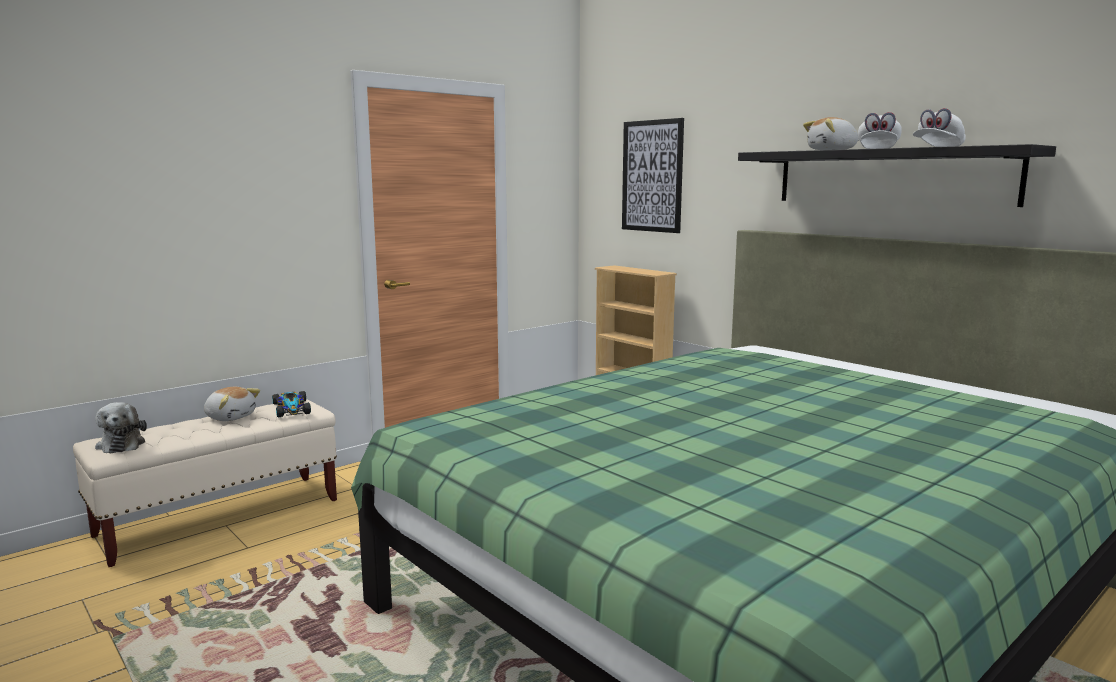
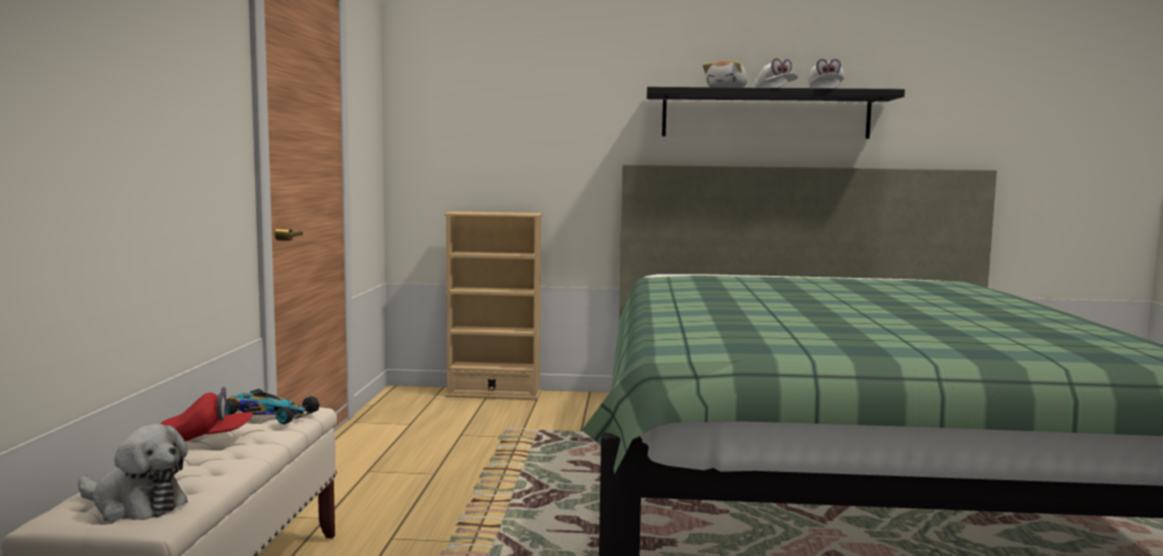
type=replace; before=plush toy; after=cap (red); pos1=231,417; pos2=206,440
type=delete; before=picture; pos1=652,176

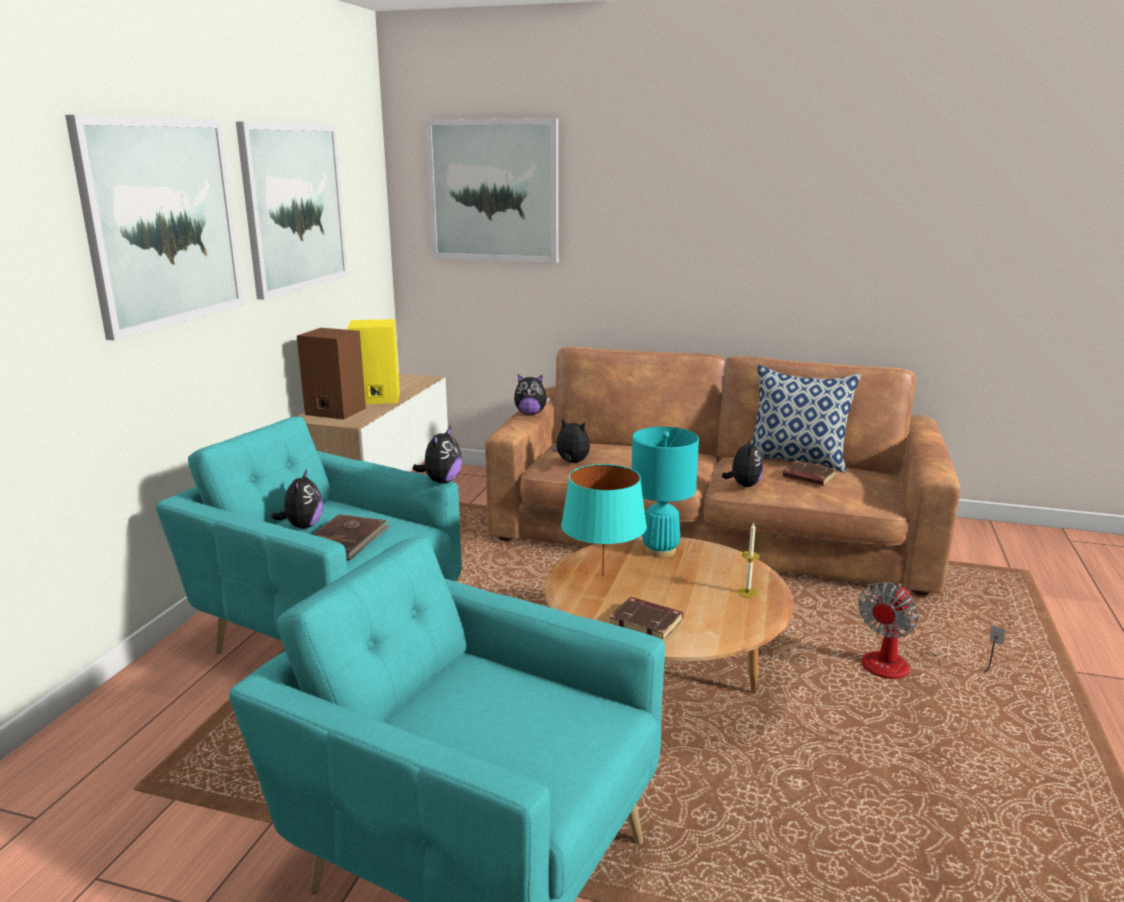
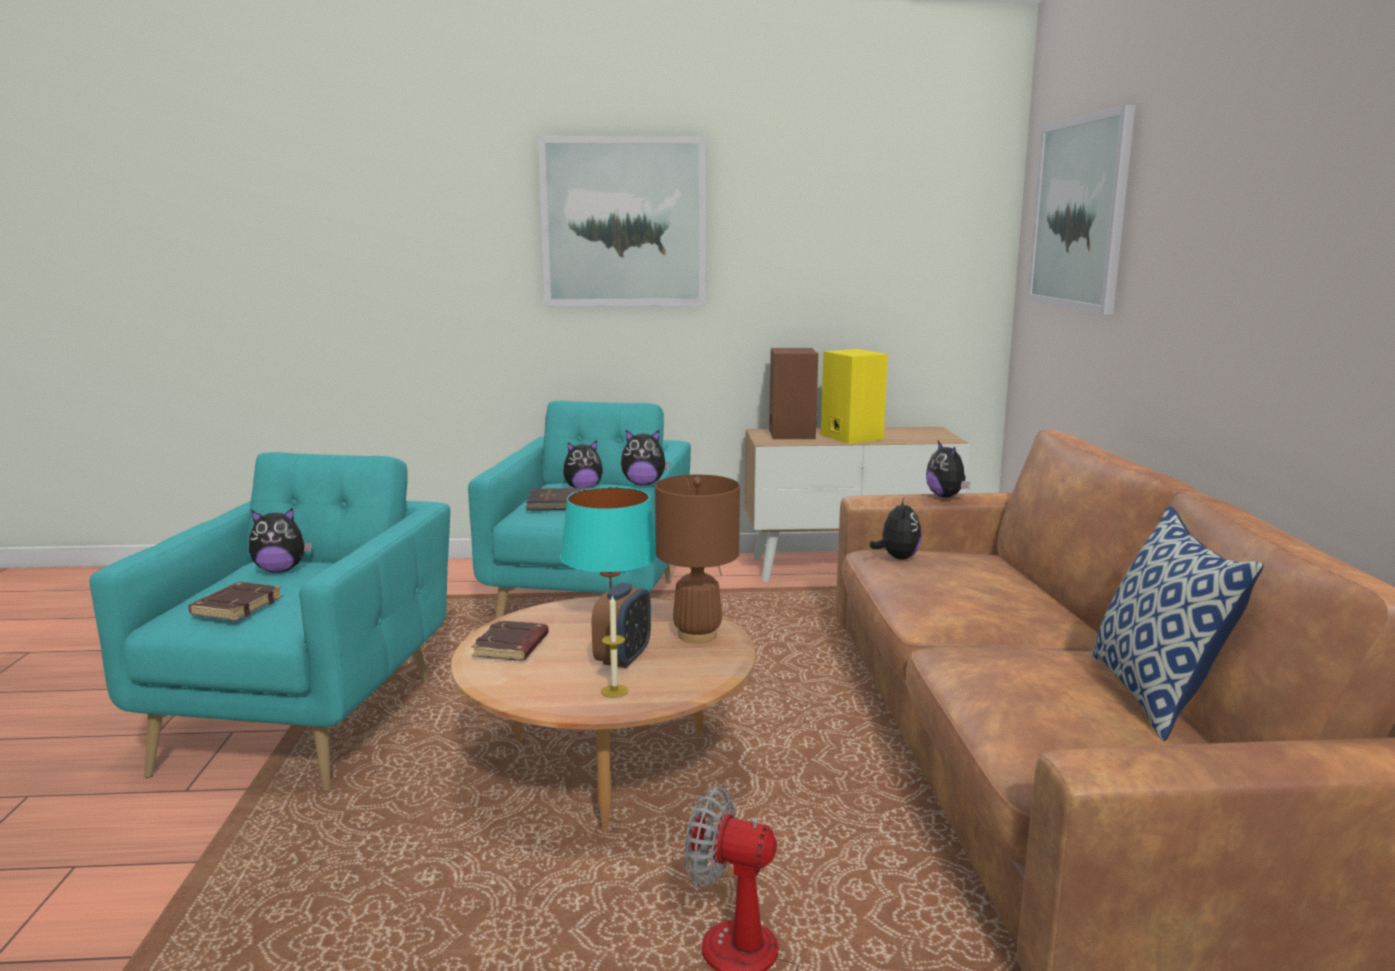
type=move; before=book (brown); pos1=808,477; pos2=236,607
type=move; before=plush toy; pos1=743,485; pos2=280,570
type=insert; after=alarm clock; pos2=623,658
type=recolor; before=table lamp (turquoise); after=table lamp (brown); pos1=661,550; pos2=697,635
type=delete; before=picture; pos1=294,207

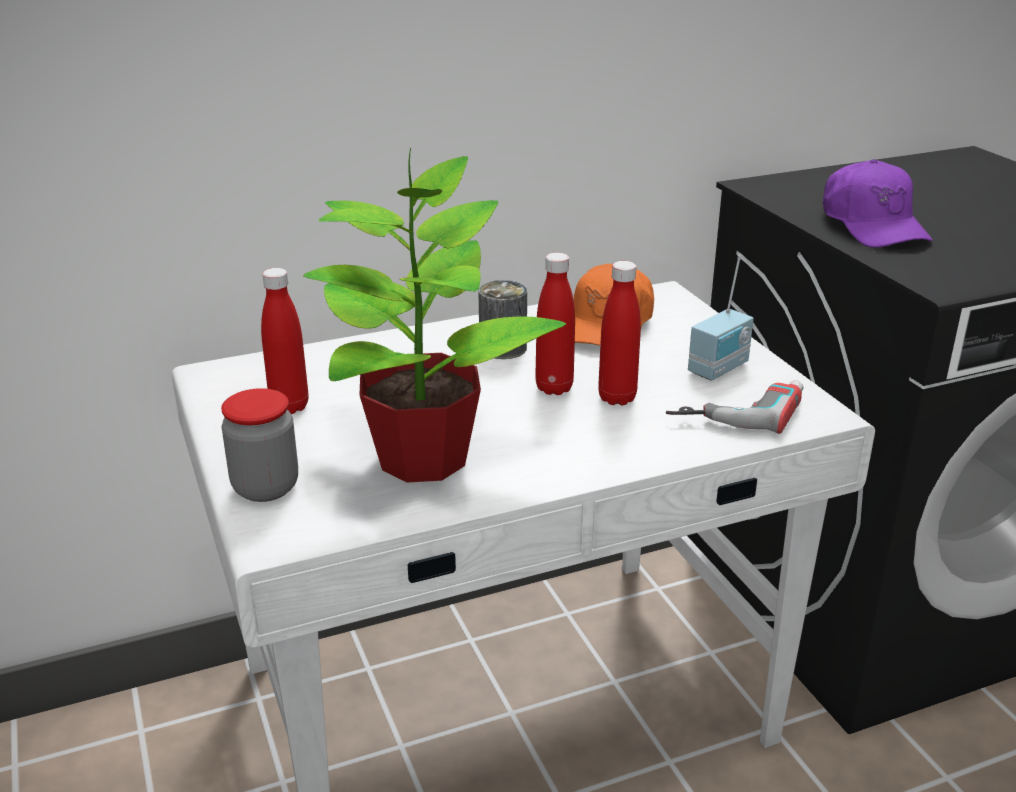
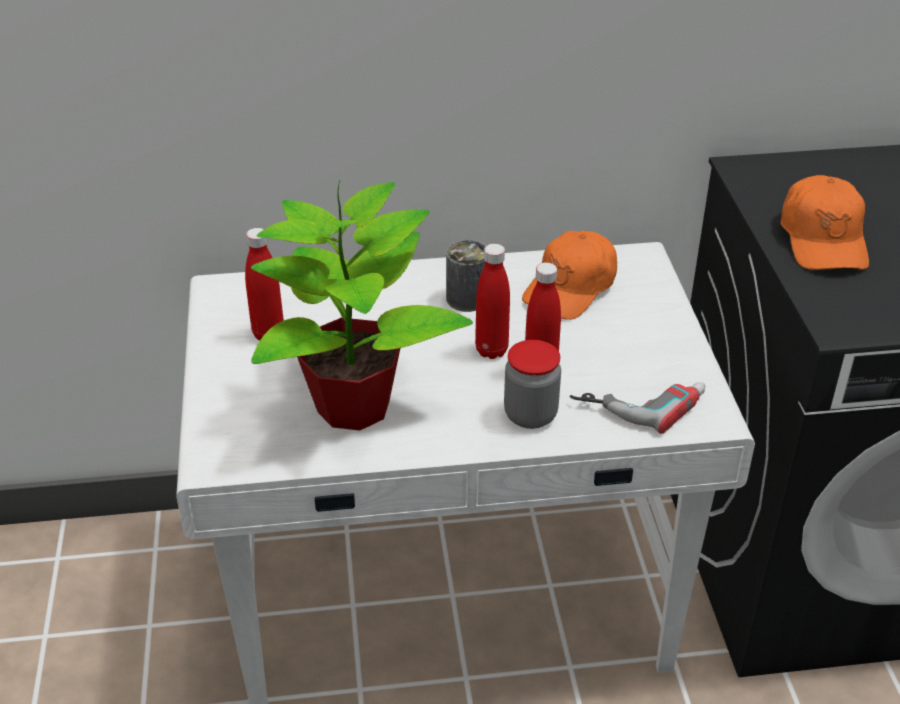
type=move; before=jar; pos1=265,487; pos2=530,415
type=recolor; before=cap (purple); after=cap (orange); pos1=872,226; pos2=823,239
type=delete; before=radio; pos1=720,369

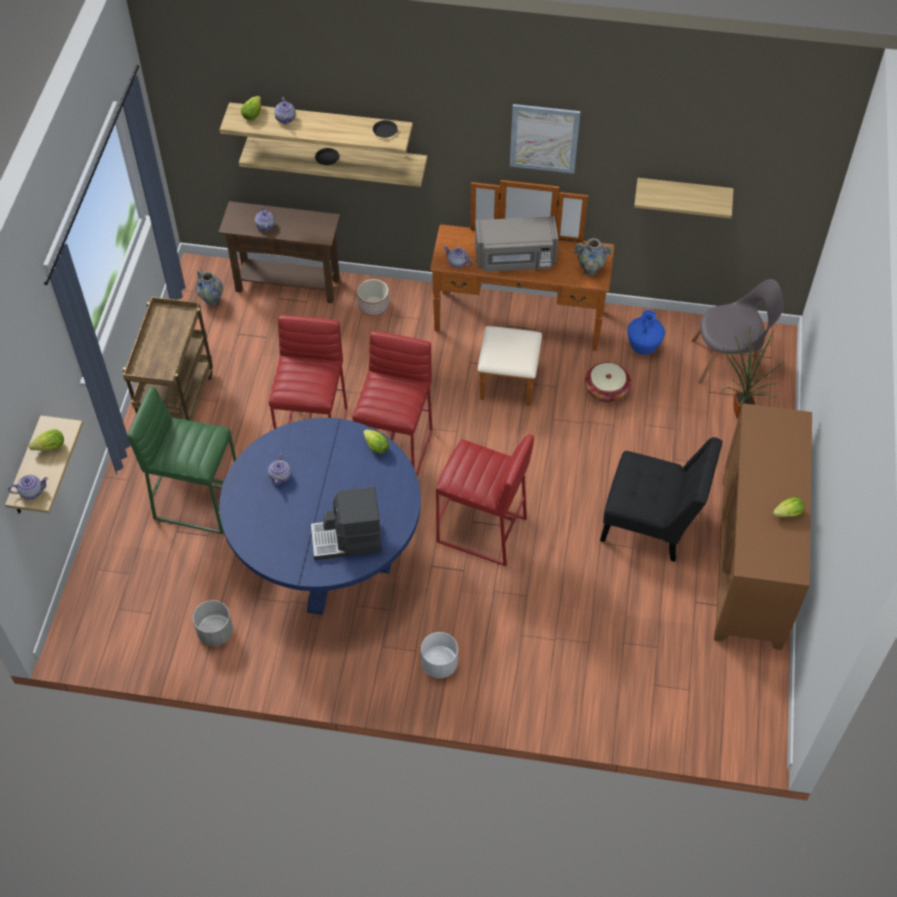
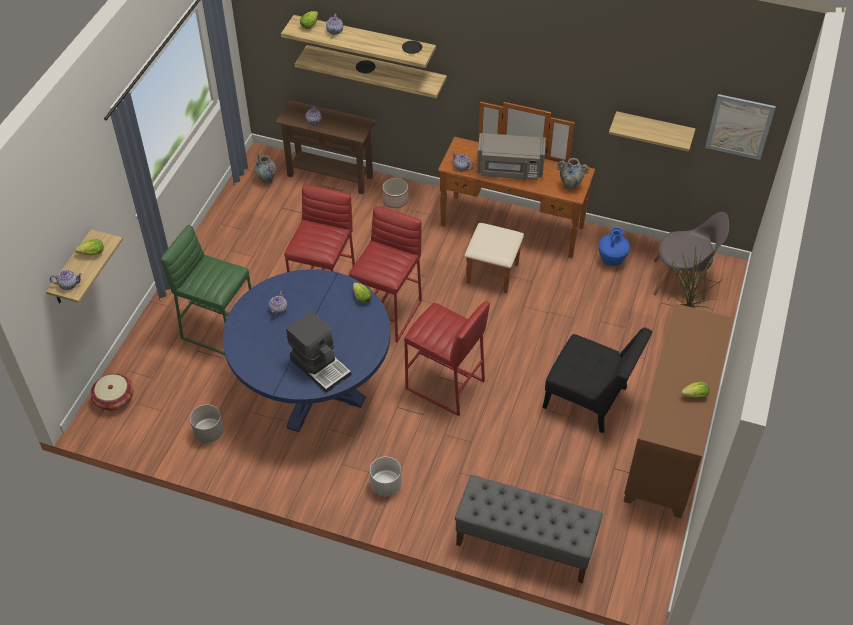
type=move; before=basket; pos1=606,390; pos2=114,399
type=rotate; before=coffee machine; pos1=347,540; pos2=320,366; turn=-135
type=insert; after=bench (grey); pos2=524,543
type=move; before=picture; pos1=544,138; pos2=739,126
type=delete; before=cart (brown); pos1=177,402

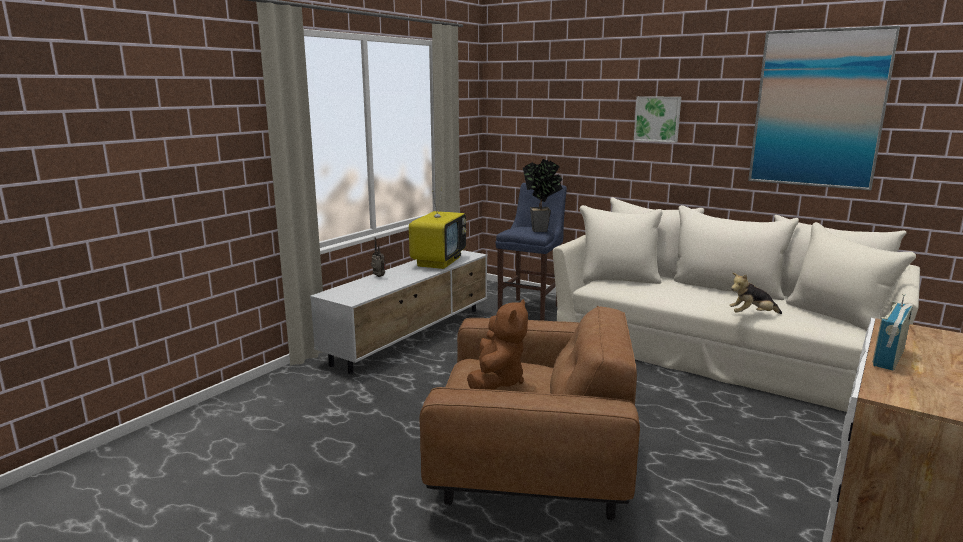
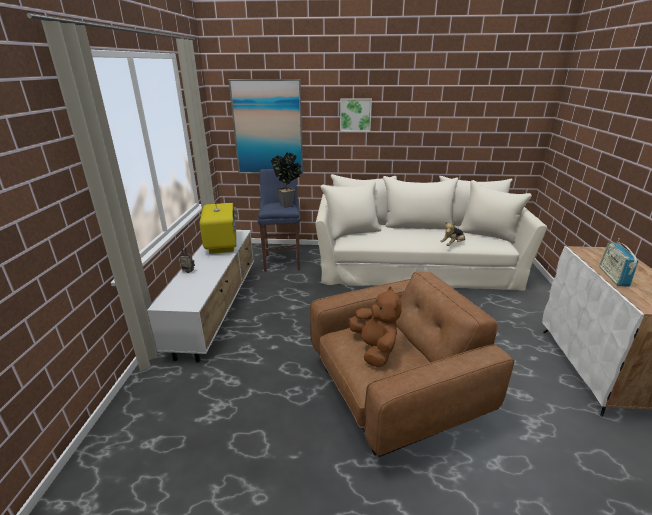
type=move; before=picture; pos1=818,109; pos2=268,128

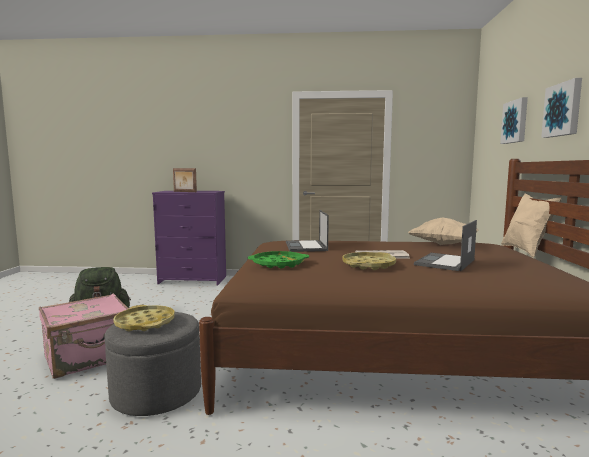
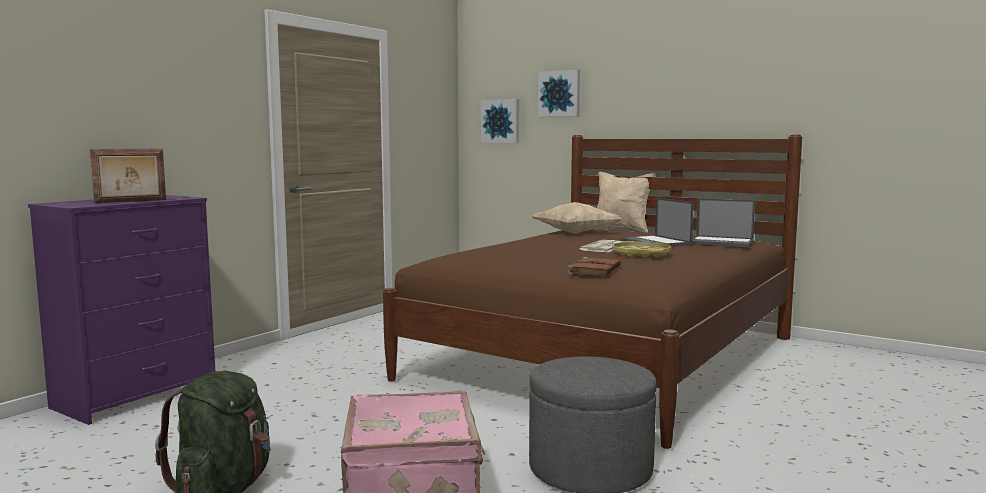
type=move; before=picture; pos1=563,109; pos2=501,121
type=replace; before=tray (green); after=book (brown); pos1=278,264; pos2=594,269
type=move; before=laptop; pos1=306,247; pos2=722,242
type=delete; before=tray (yellow); pos1=145,323

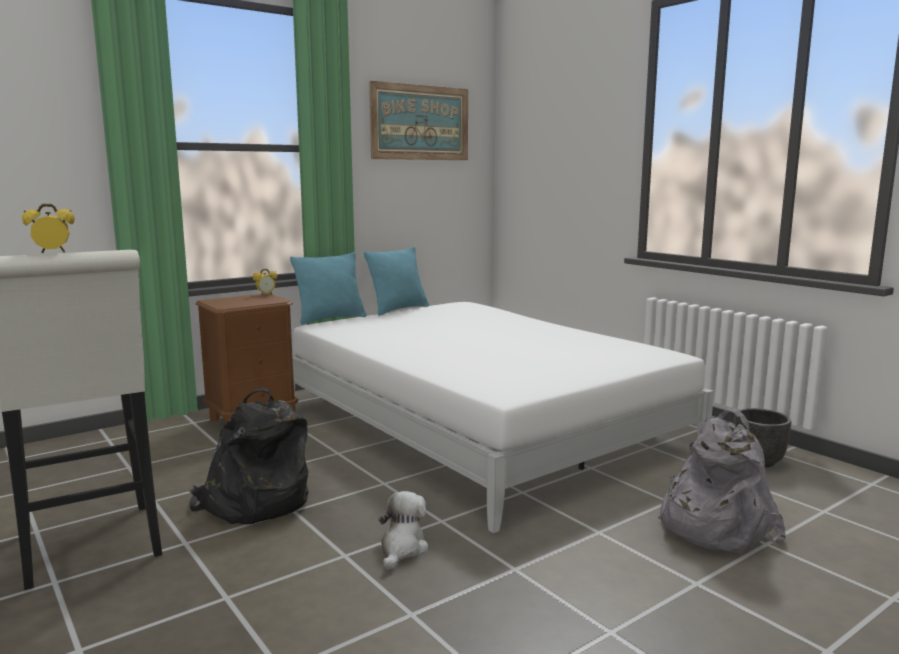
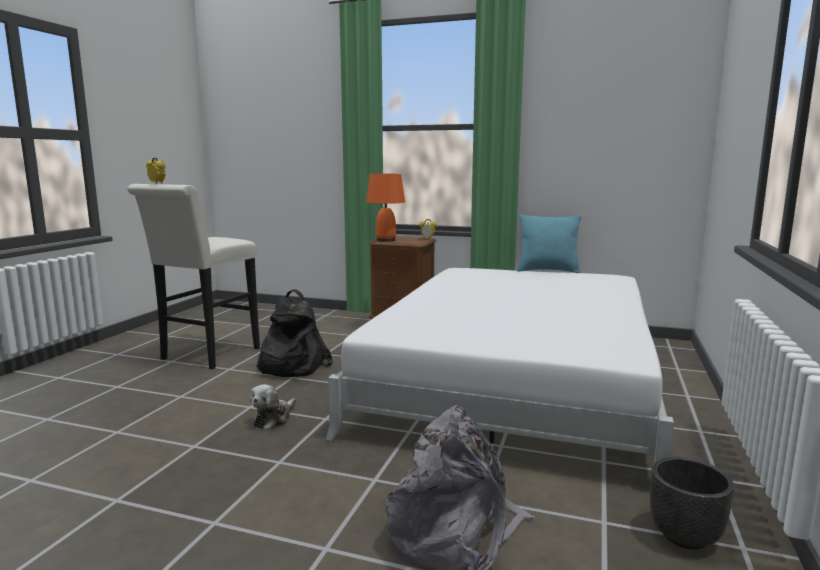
type=rotate; before=plush toy; pos1=402,548; pos2=273,419; turn=135
type=insert; after=table lamp (orange); pos2=385,240
type=delete; before=pillow (turquoise); pos1=330,319
type=delete; before=picture; pos1=420,122

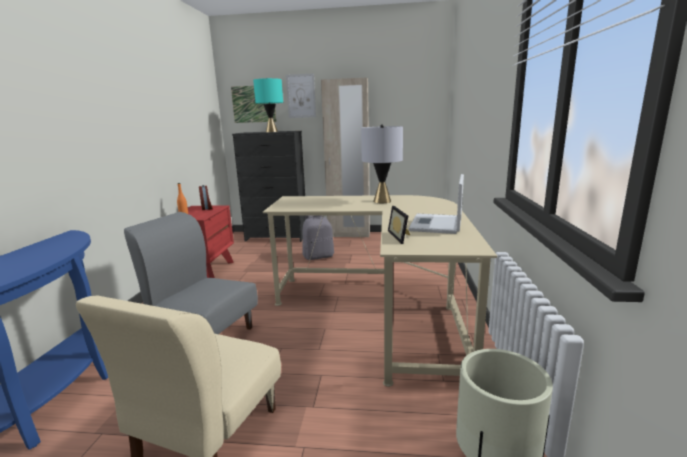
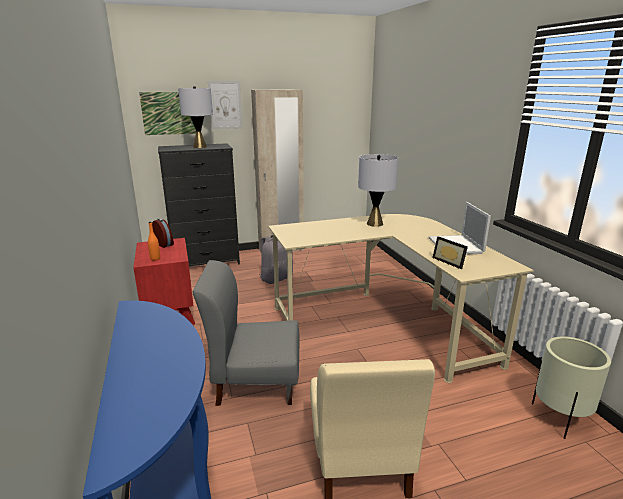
type=recolor; before=table lamp (turquoise); after=table lamp (grey); pos1=272,131; pos2=200,147

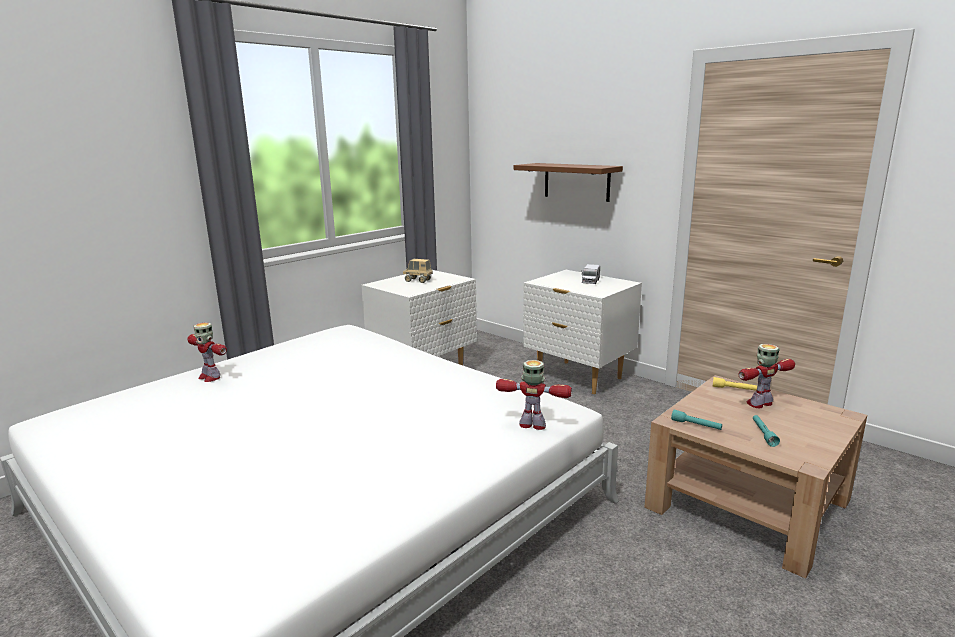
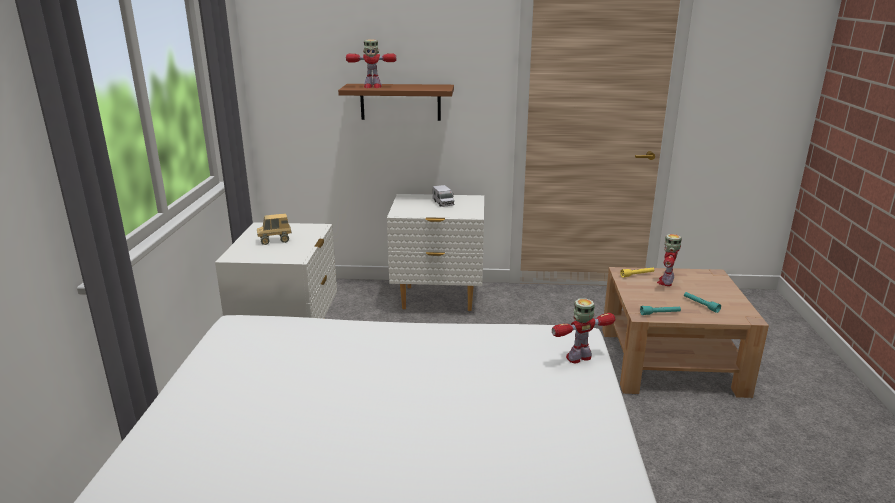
type=move; before=toy robot; pos1=210,377; pos2=372,87

